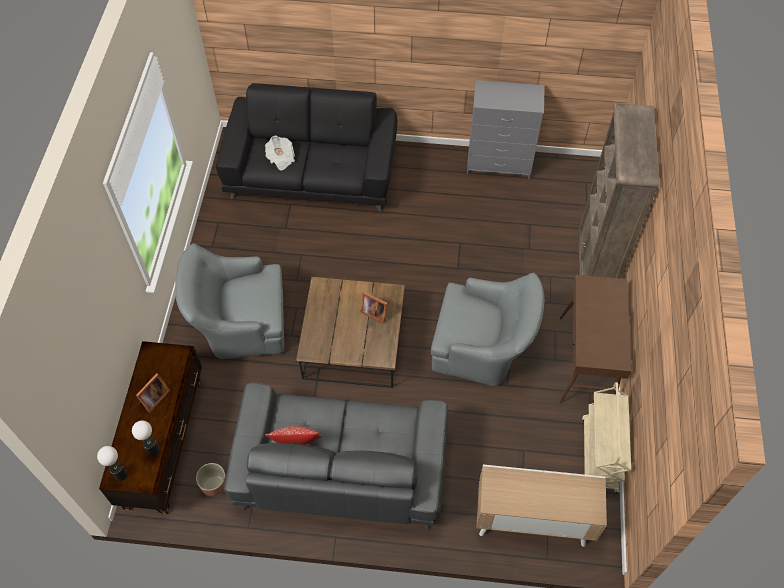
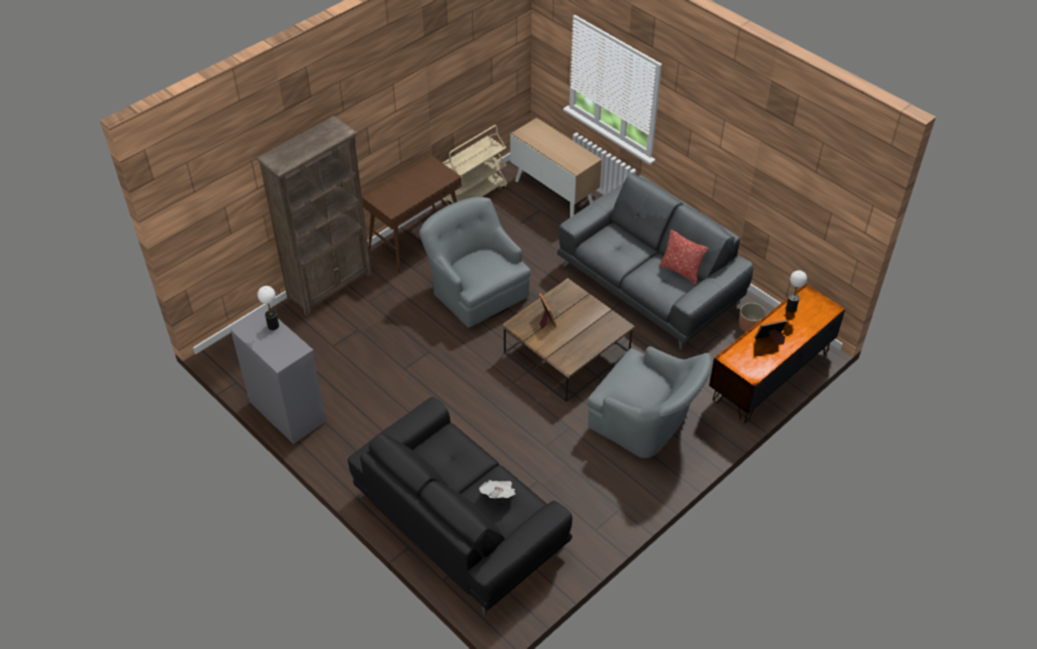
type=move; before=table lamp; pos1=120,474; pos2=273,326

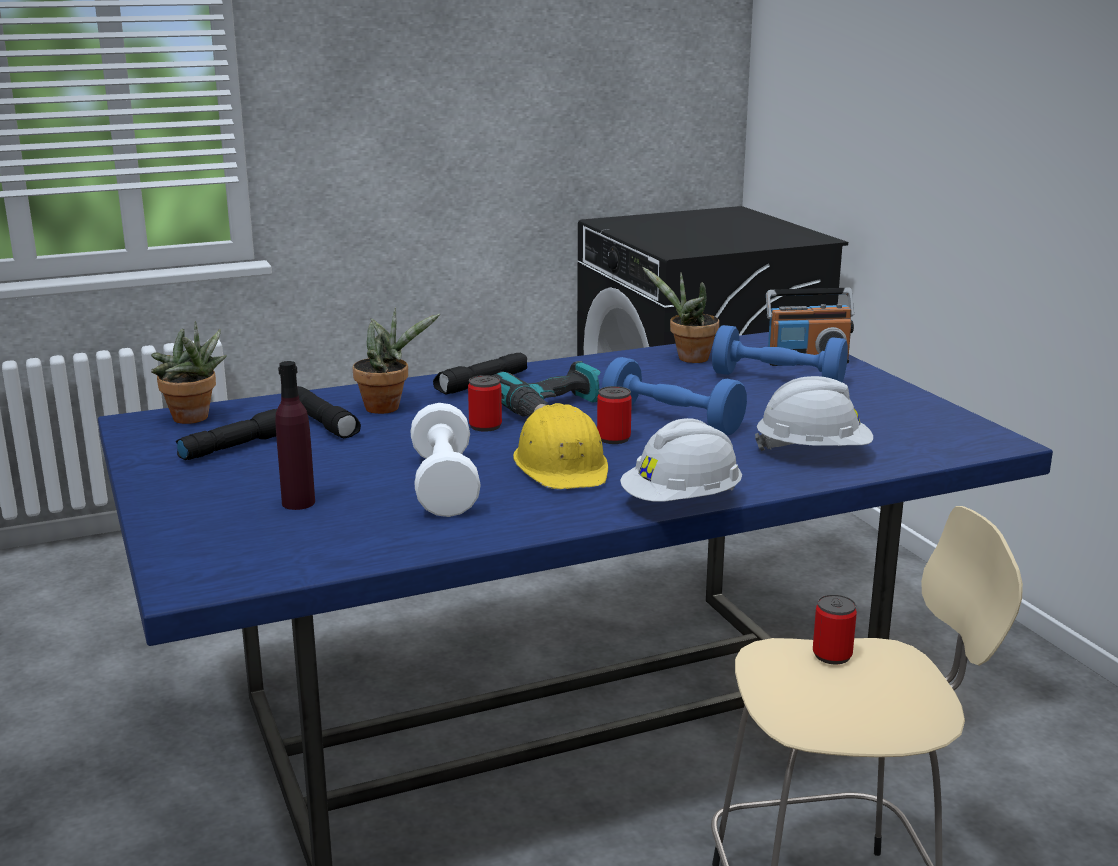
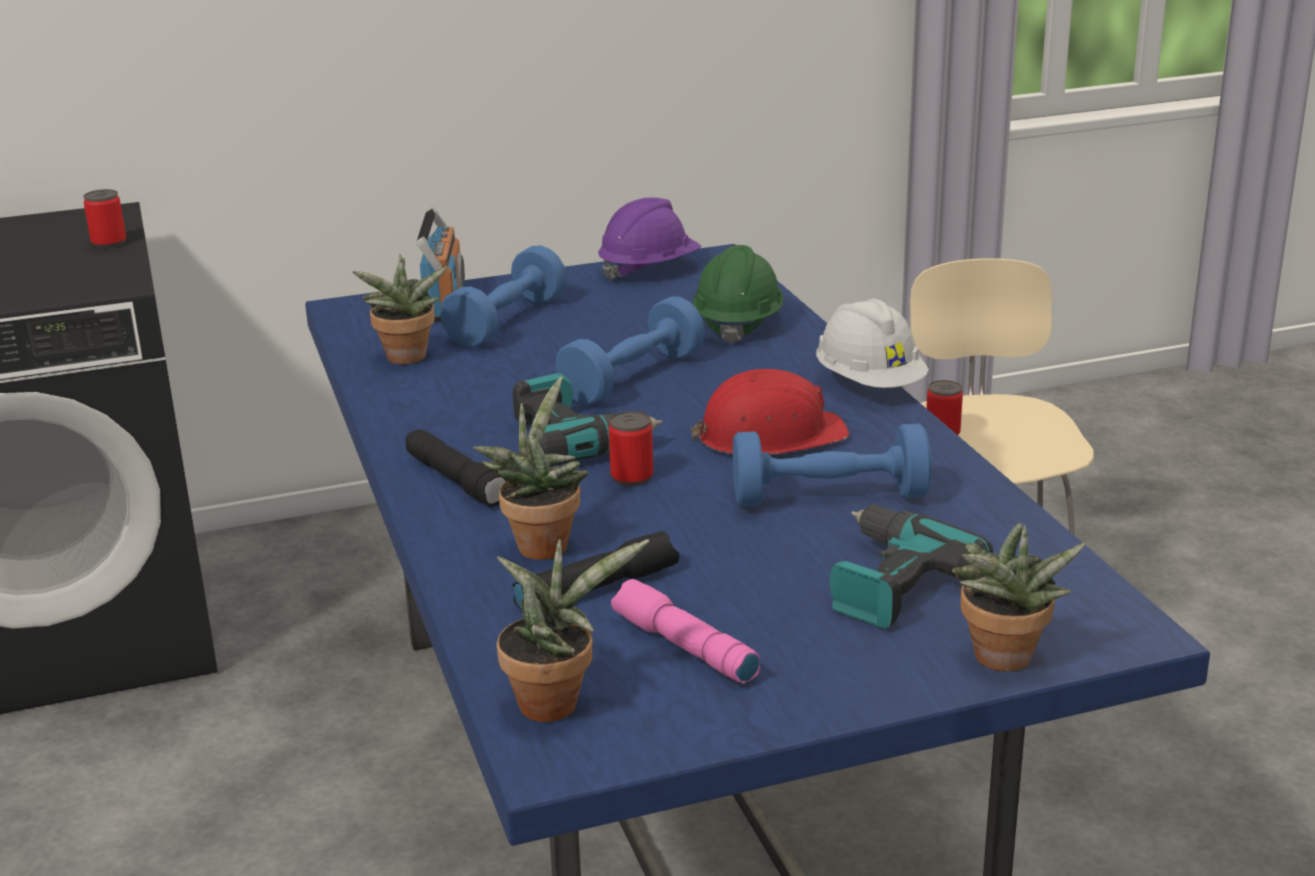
type=move; before=can; pos1=613,438; pos2=109,243
type=insert; after=hard hat (purple); pos2=649,269
type=recolor; before=flashlight (black); after=flashlight (pink); pos1=237,446; pos2=683,648
type=recolor; before=hard hat (yellow); after=hard hat (red); pos1=562,466; pos2=769,435
type=recolor; before=hard hat (white); after=hard hat (green); pos1=813,452; pos2=738,324
type=recolor; before=dumbbell (white); after=dumbbell (blue); pos1=444,485; pos2=829,497
type=replace; before=bottle (purple); after=power drill; pos1=298,503; pos2=889,583
type=insert; after=potted plant; pos2=1003,662

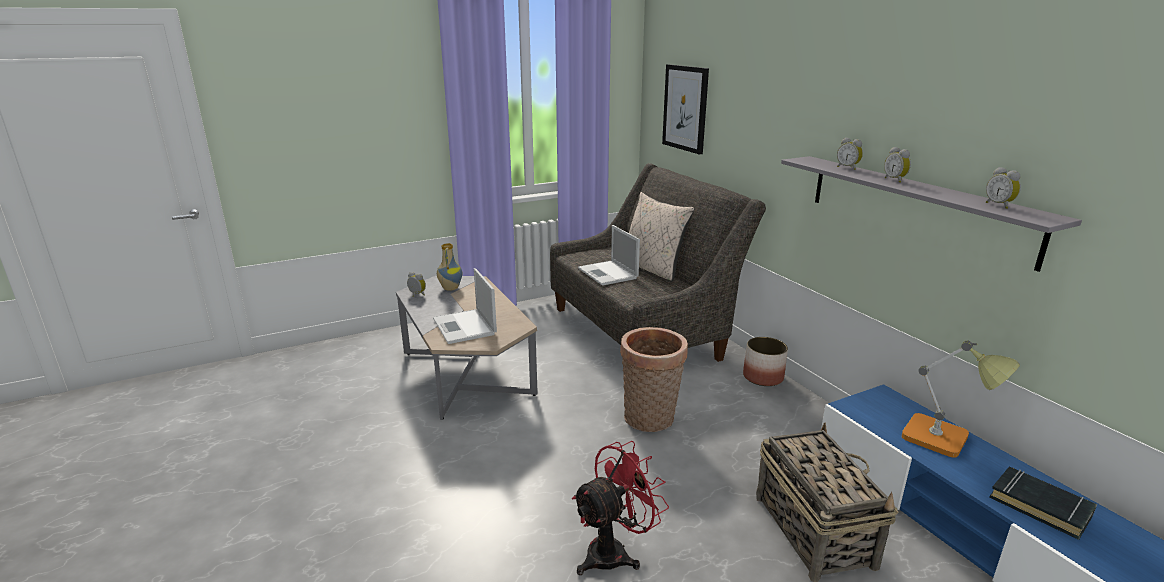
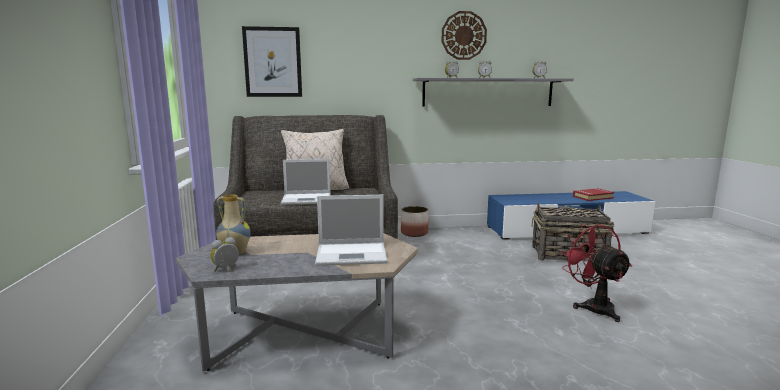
type=insert; after=wall clock; pos2=463,35
type=recolor; before=book (black); after=book (red); pos1=1040,506; pos2=592,197
type=delete; before=basket; pos1=650,420
type=delete; before=table lamp; pos1=944,439

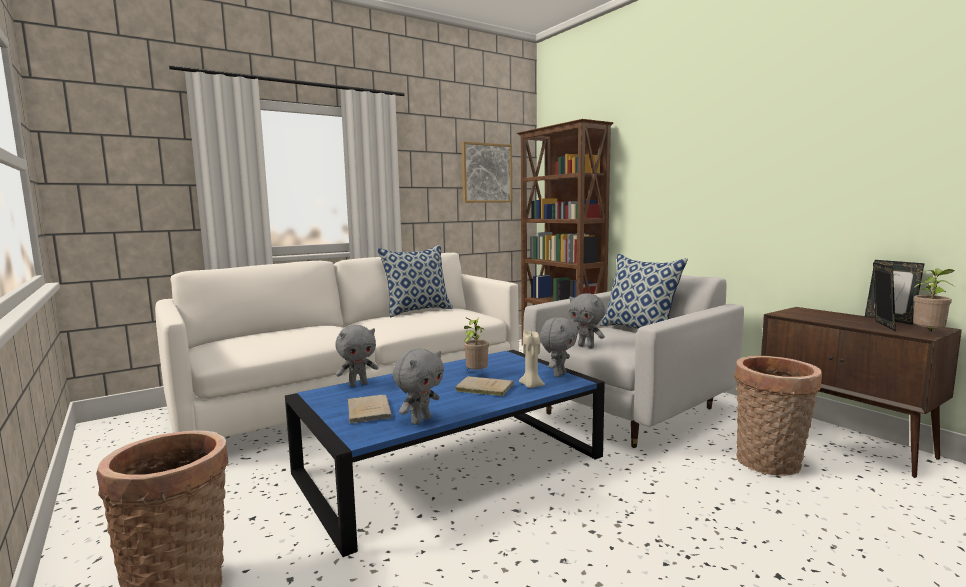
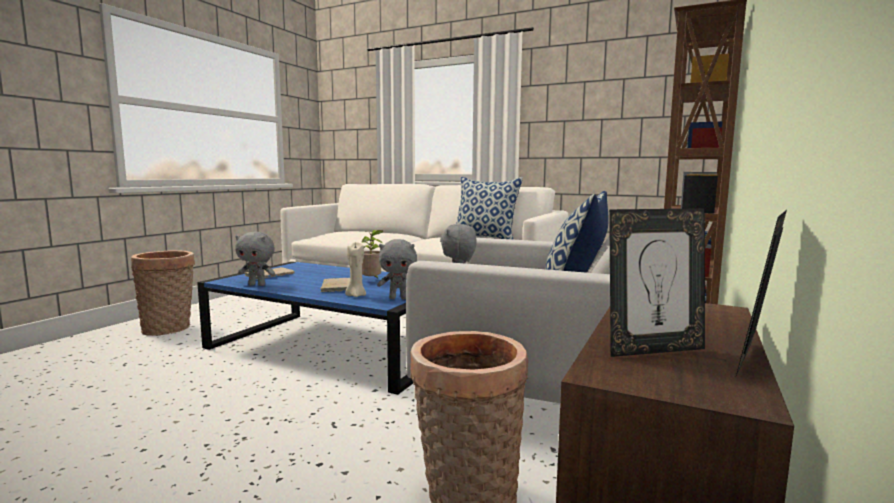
type=delete; before=plush toy (grey); pos1=358,384
type=delete; before=picture; pos1=486,173
type=delete; before=potted plant; pos1=928,334

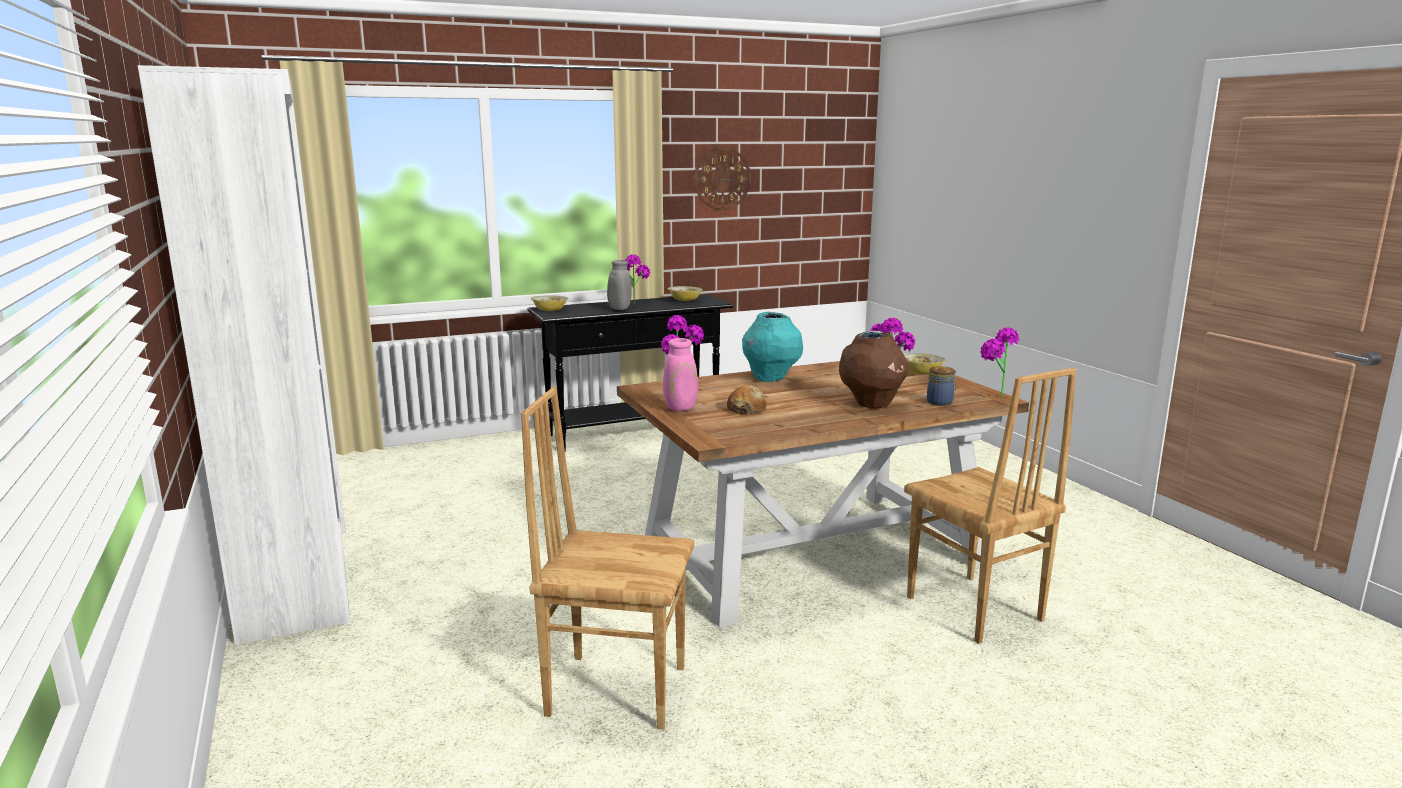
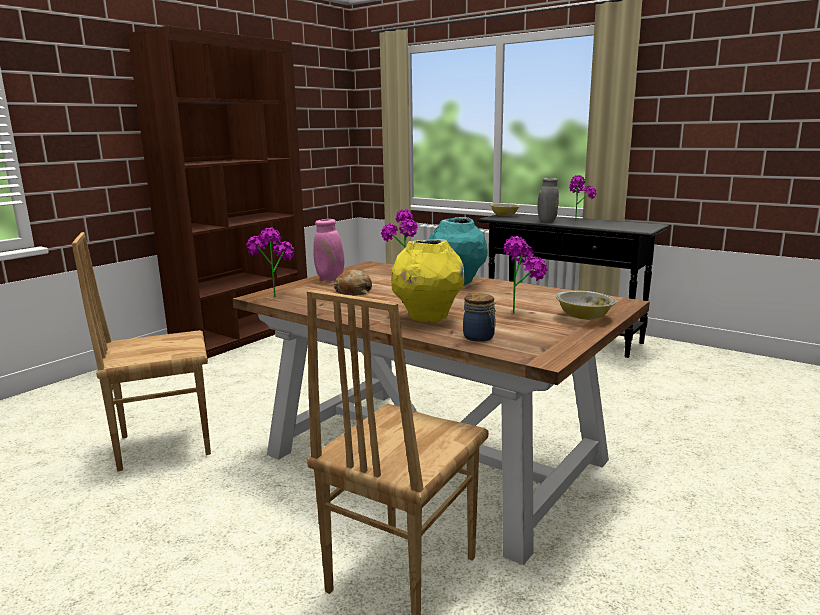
type=rotate; before=chair (brown); pos1=616,689; pos2=164,444; turn=-90
type=recolor; before=bookcase (white); after=bookcase (brown); pos1=297,577; pos2=244,334
type=move; before=potted plant; pos1=992,397; pos2=273,294
type=recolor; before=vase (brown); after=vase (yellow); pos1=872,404; pos2=427,318
type=delete; before=bowl; pos1=685,300
type=delete; before=wall clock; pos1=722,179

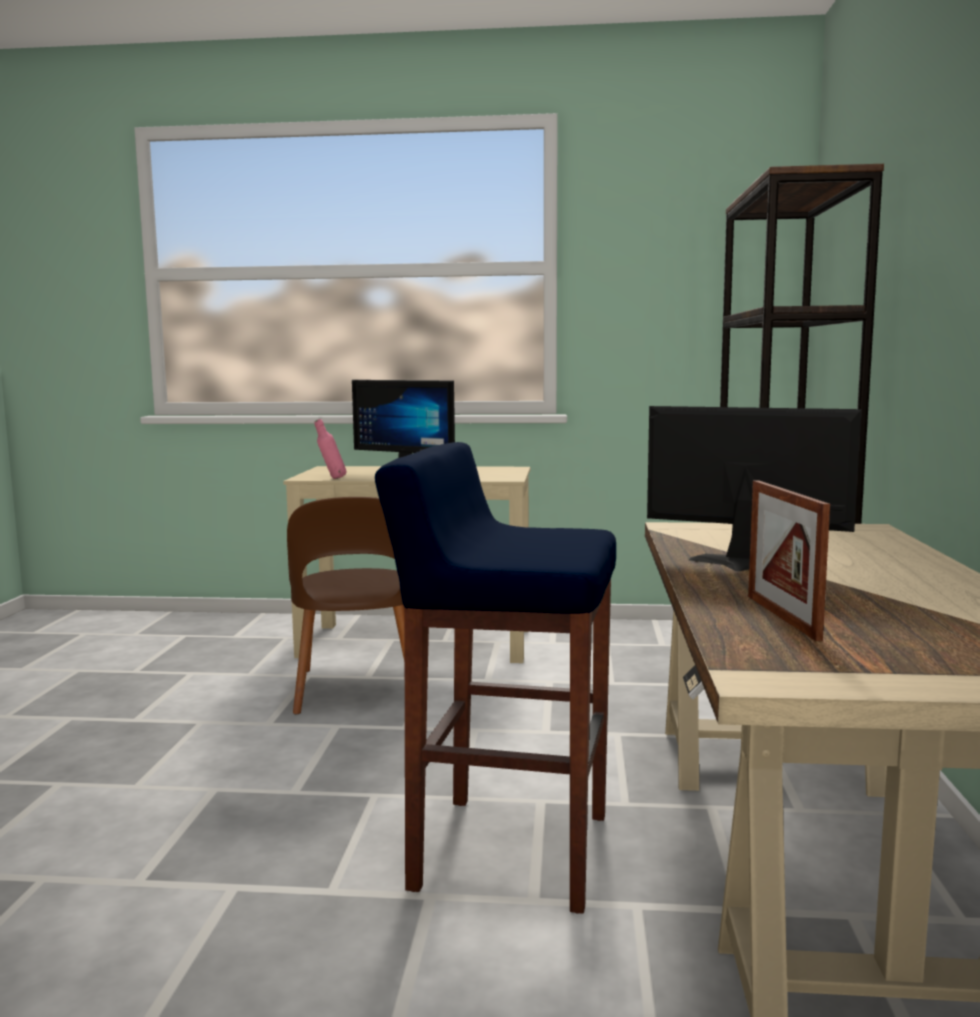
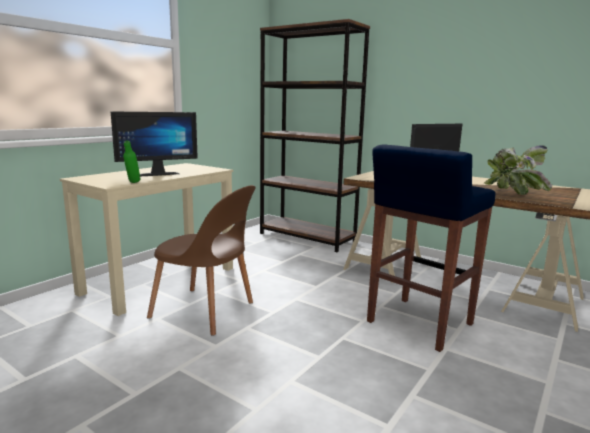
type=recolor; before=bottle (pink); after=bottle (green); pos1=331,479; pos2=133,183
type=replace; before=picture frame; after=potted plant; pos1=782,617; pos2=513,194

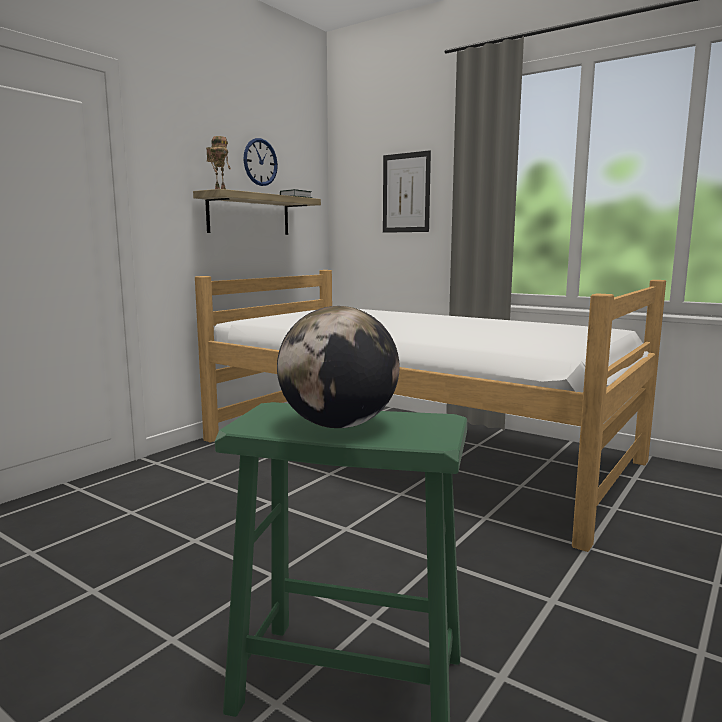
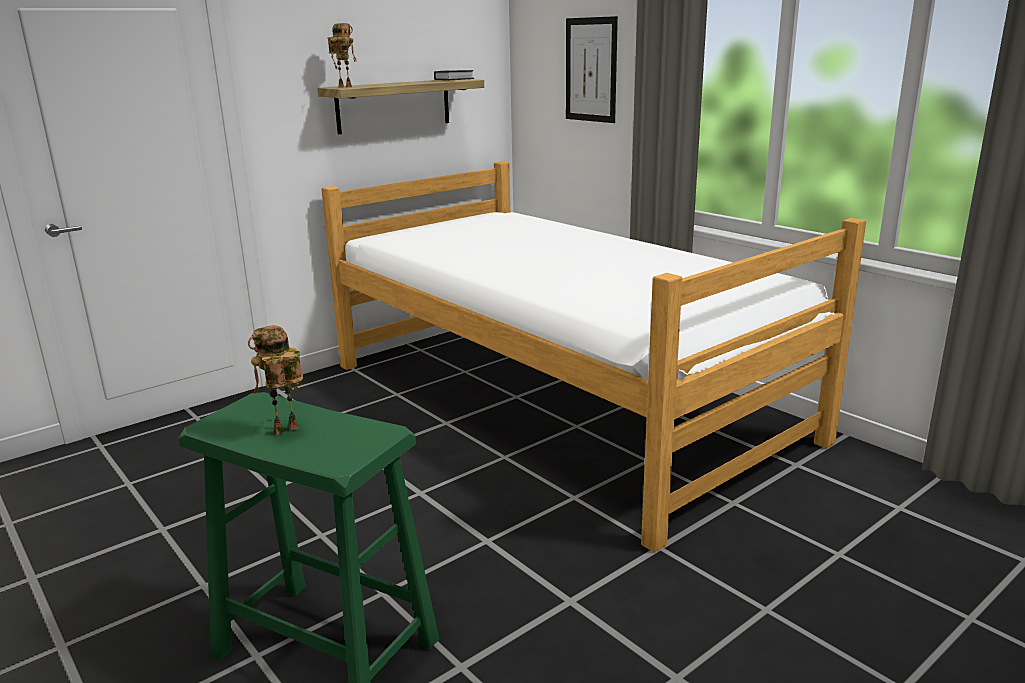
type=replace; before=globe; after=toy robot; pos1=338,425; pos2=285,431
type=delete; before=wall clock; pos1=260,162

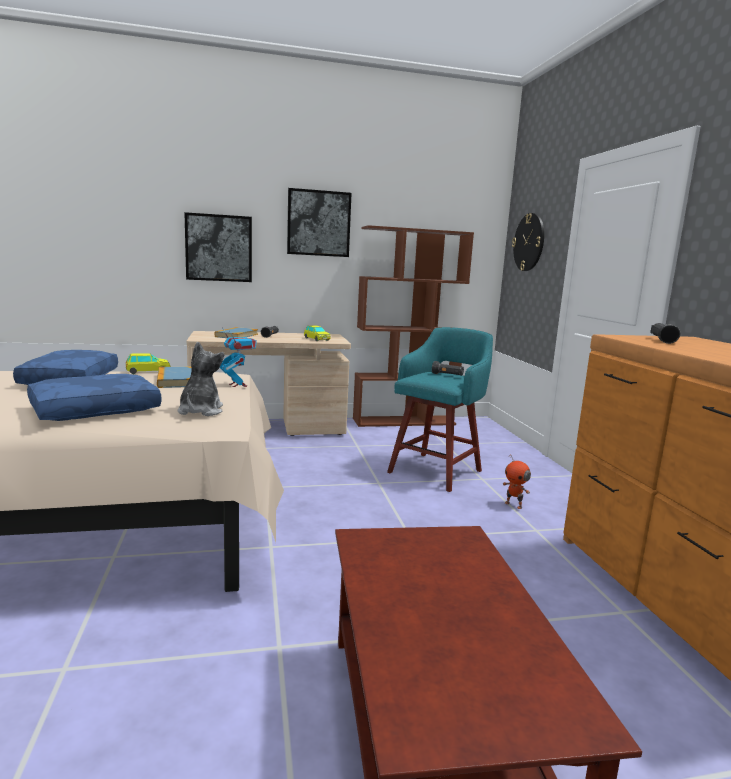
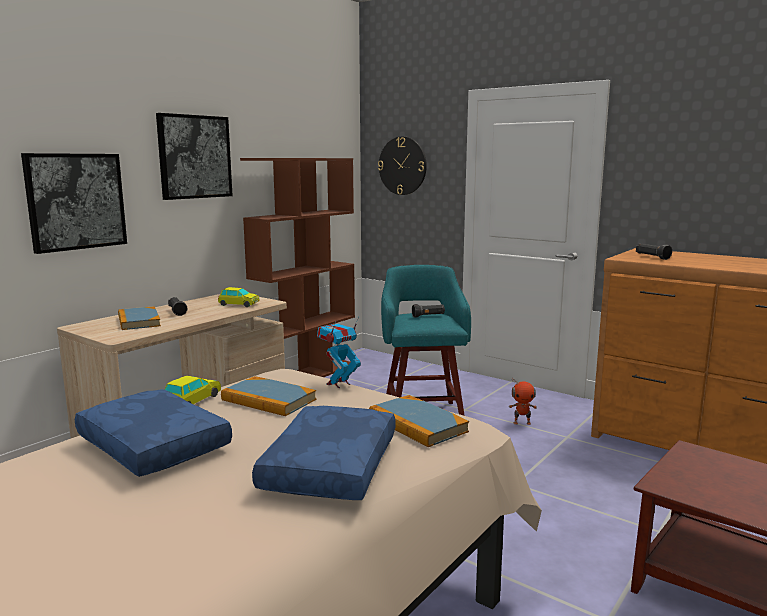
type=rotate; before=toy robot; pos1=238,385; pos2=339,384; turn=-60
type=replace; before=plush toy; after=book; pos1=200,411; pos2=417,424

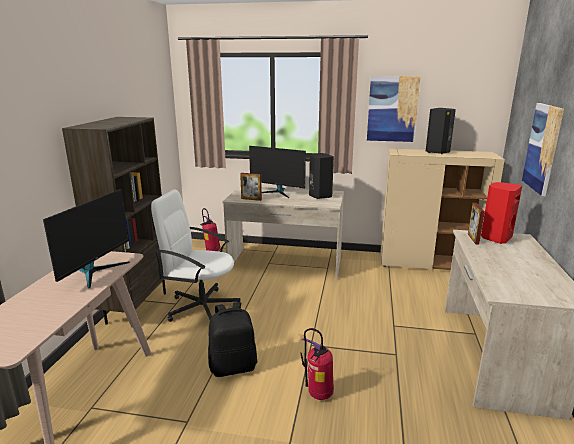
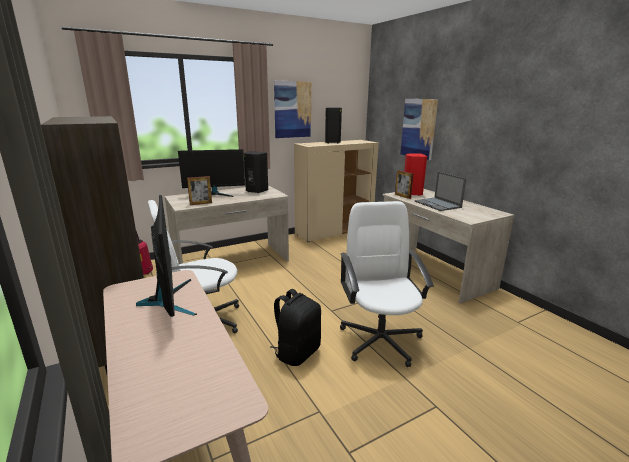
type=replace; before=fire extinguisher; after=office chair (white); pos1=318,395; pos2=380,339
type=insert; after=laptop; pos2=438,204

